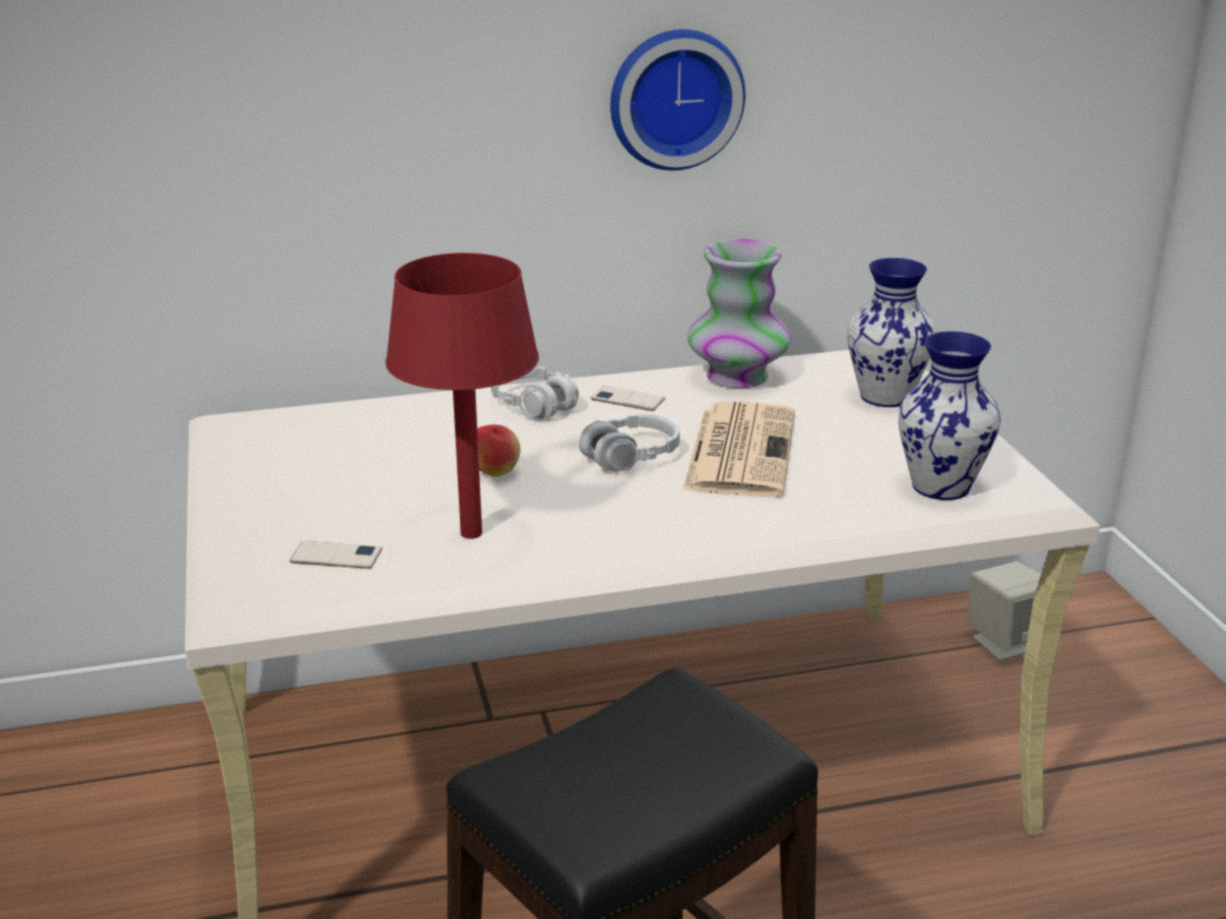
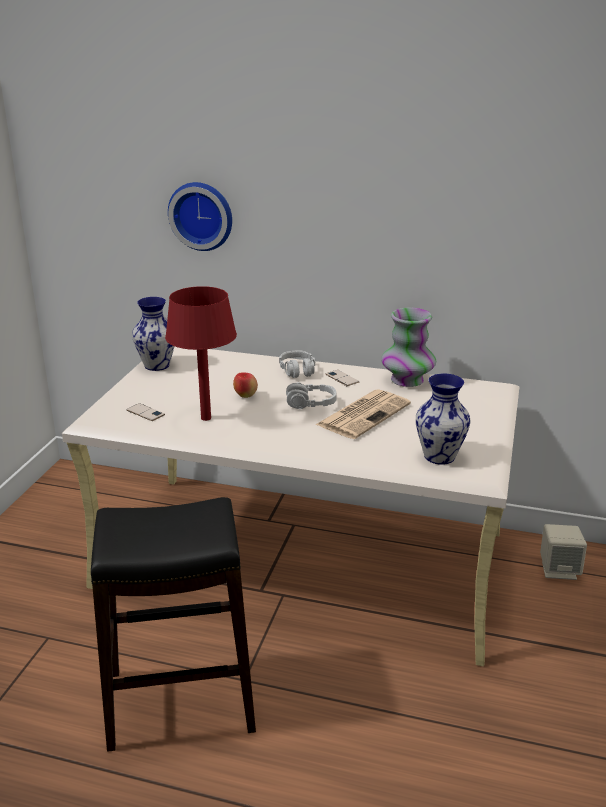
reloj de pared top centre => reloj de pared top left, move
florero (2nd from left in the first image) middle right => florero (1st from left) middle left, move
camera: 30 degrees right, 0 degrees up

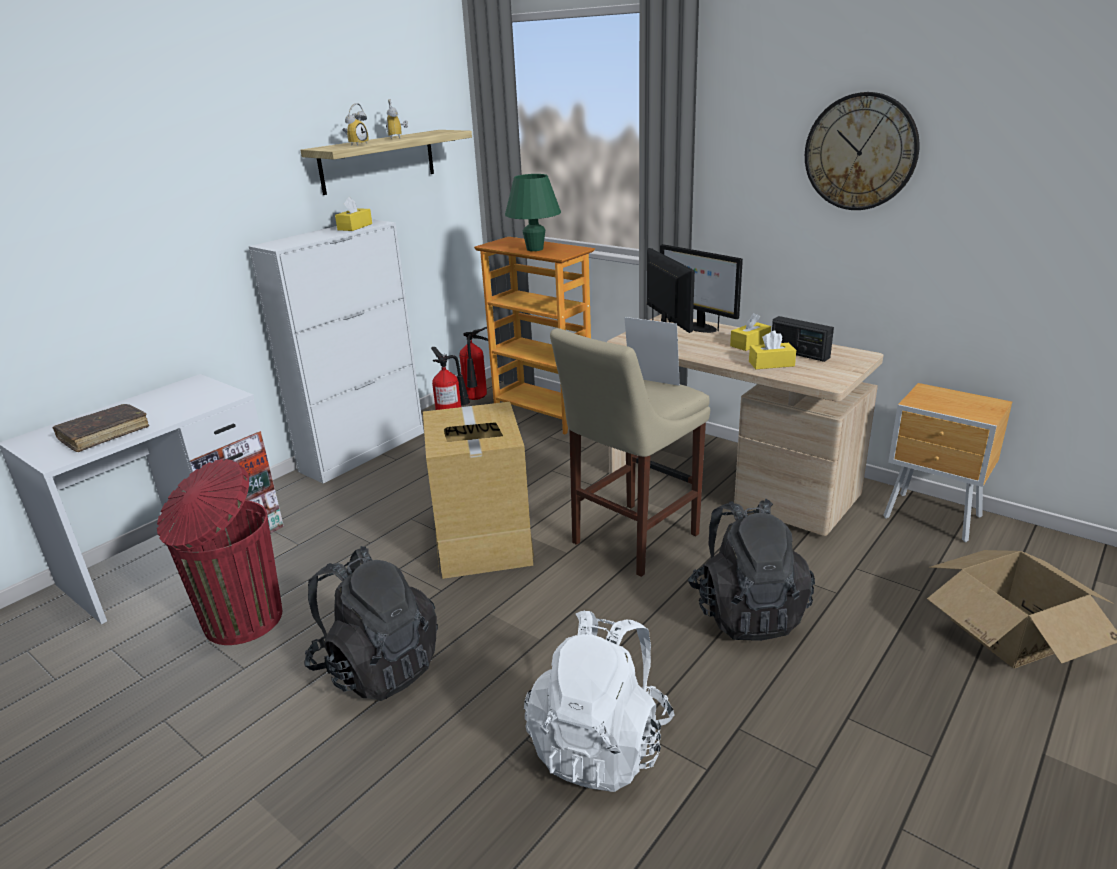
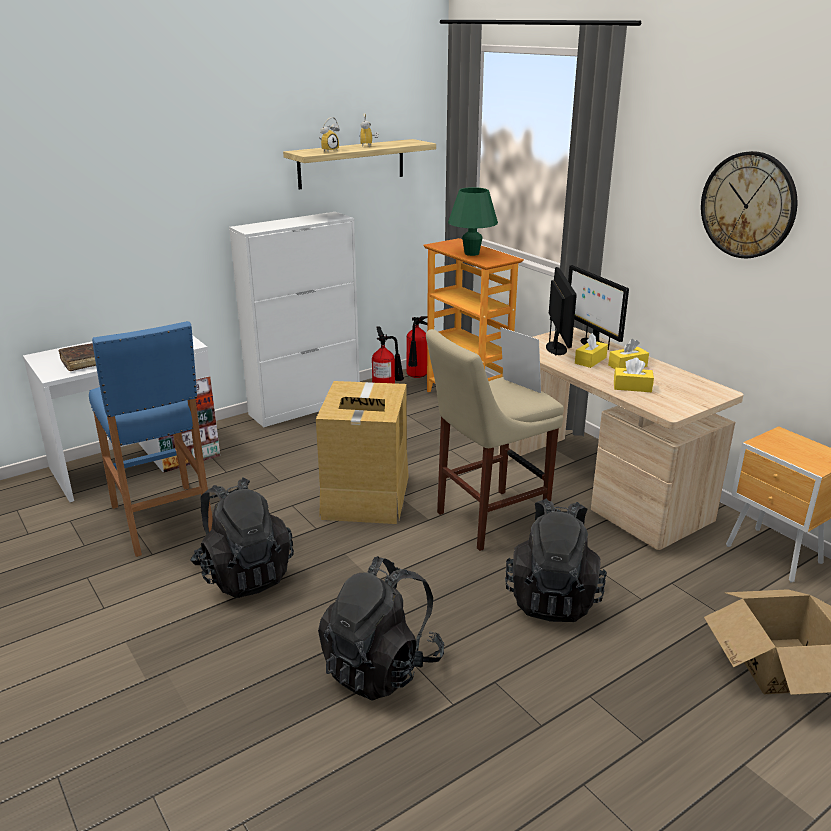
caja de pañuelos (amarillo) (1st from left) top left => caja de pañuelos (amarillo) (1st from left) middle right, move
radio middle right => nothing
papelera (rojo) middle left => taburete (azul) middle left
mochila (blanco) bottom centre => mochila (negro) (2nd from left) bottom centre
camera: 15 degrees right, 0 degrees up

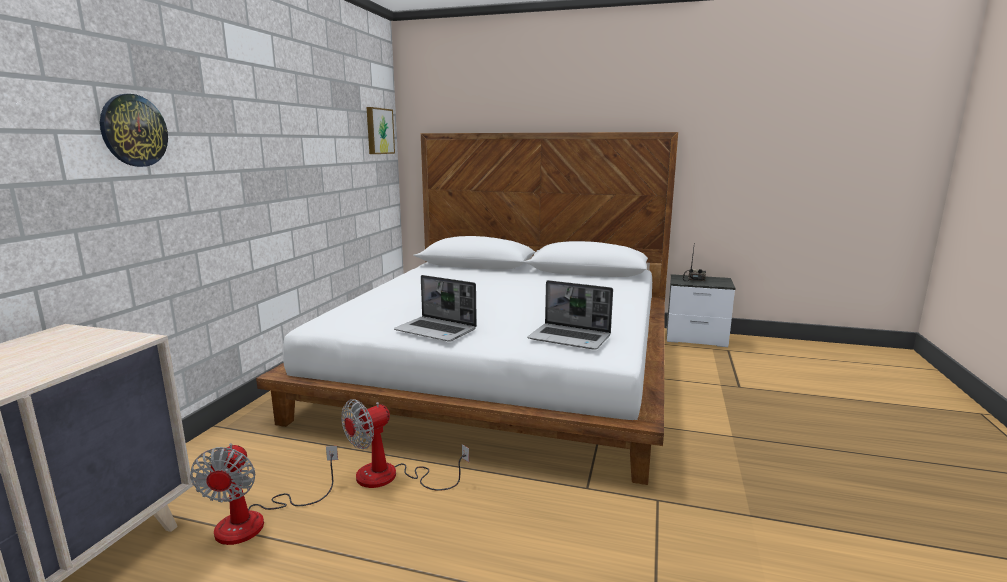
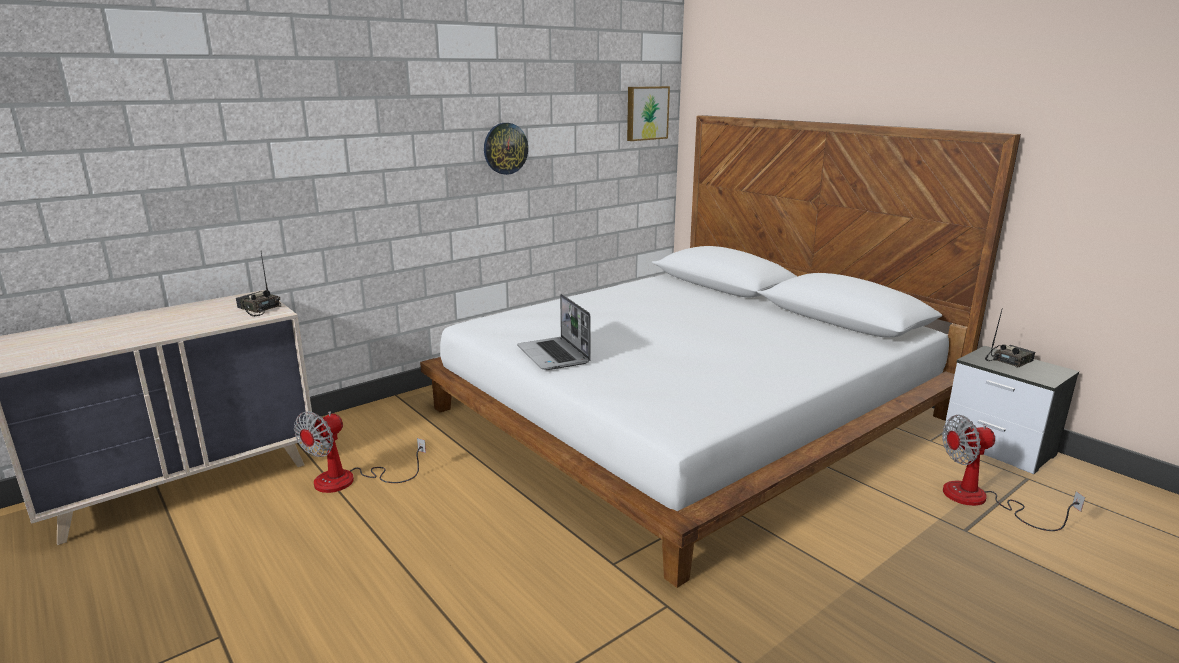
reloj de pared top left => reloj de pared top centre, move
portátil (2nd from left) centre => nothing
ventilador (2nd from left) bottom centre => ventilador (2nd from left) bottom right, move
nothing => radio (1st from left) middle left
camera: 35 degrees right, 5 degrees up

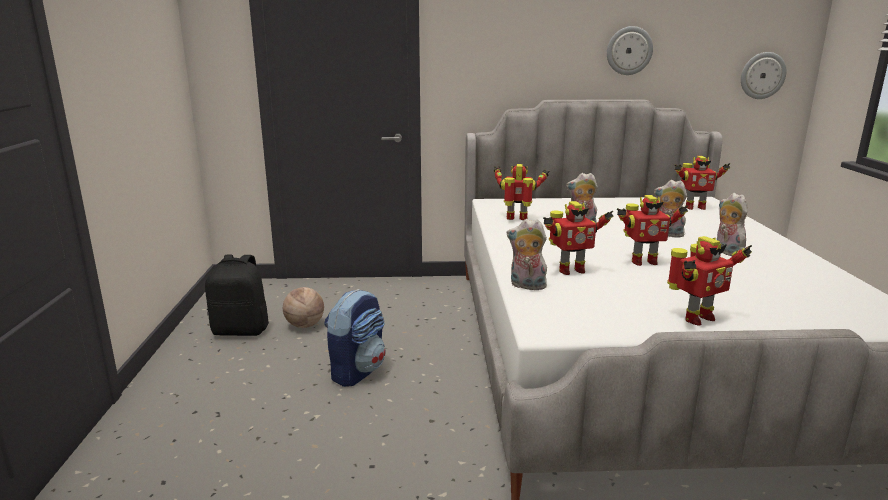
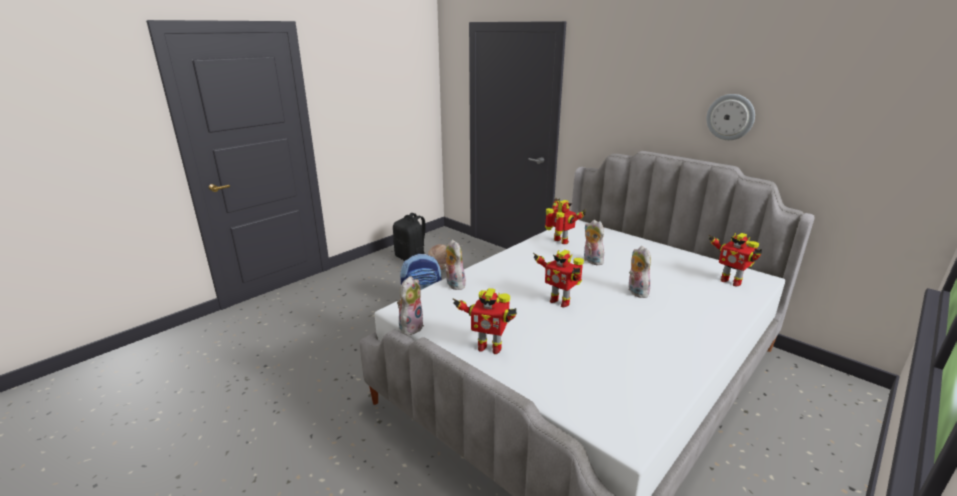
reloj de pared (2nd from left) top right => nothing
peluche (4th from left in the first image) middle right => peluche (1st from left) centre, move
robot de juguete (2nd from left) centre => nothing
camera: 45 degrees right, 5 degrees up

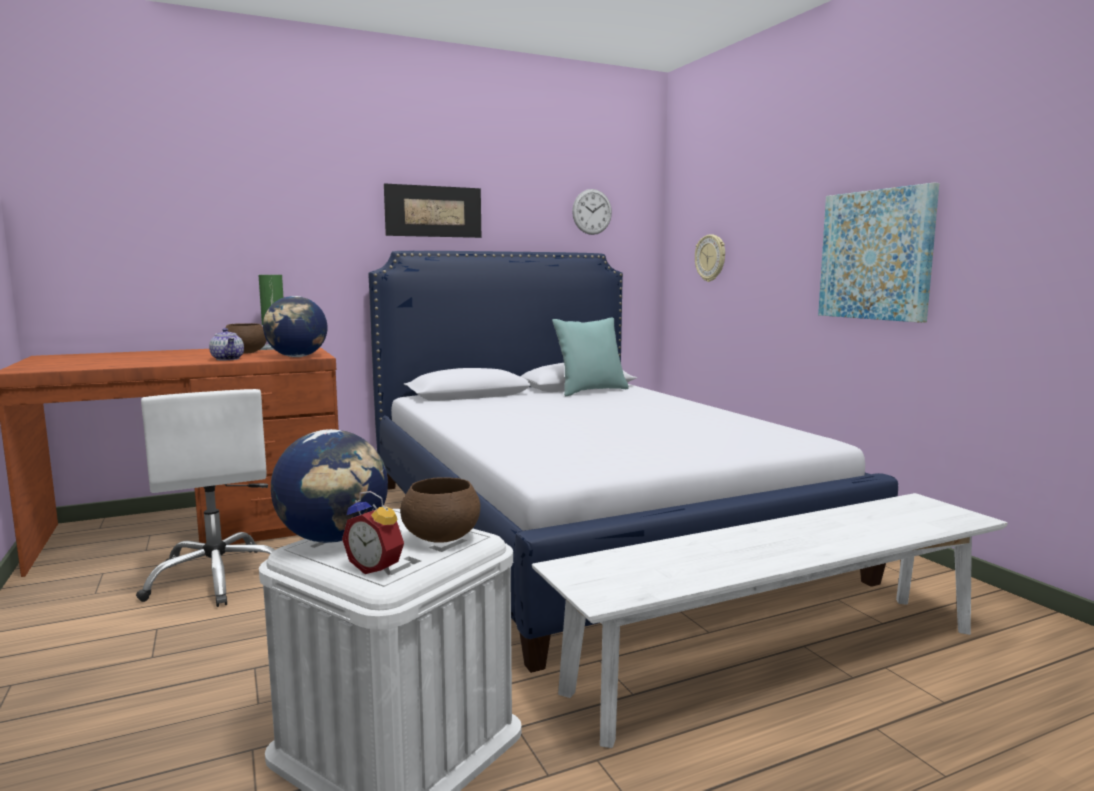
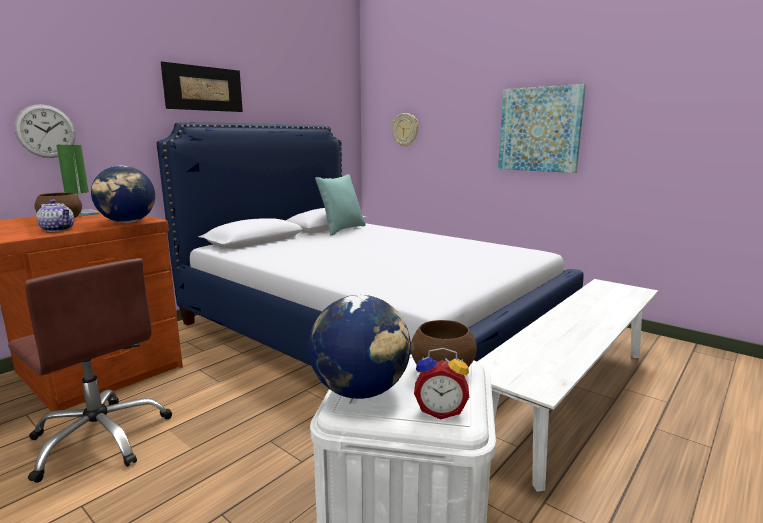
reloj de pared (1st from left) top centre => reloj de pared (1st from left) top left, move
silla de oficina (blanco) middle left => silla de oficina (marrón) bottom left
camera: 25 degrees left, 5 degrees up

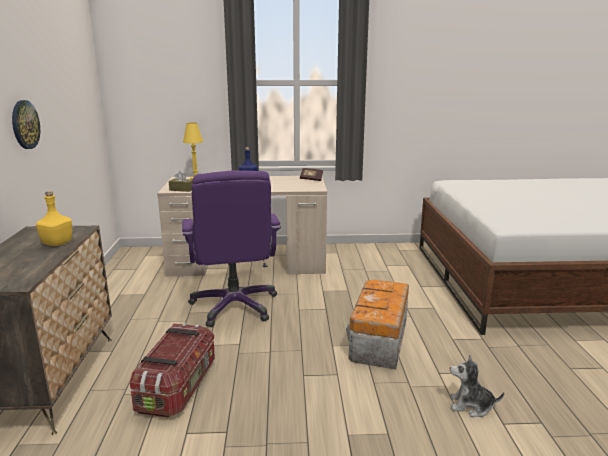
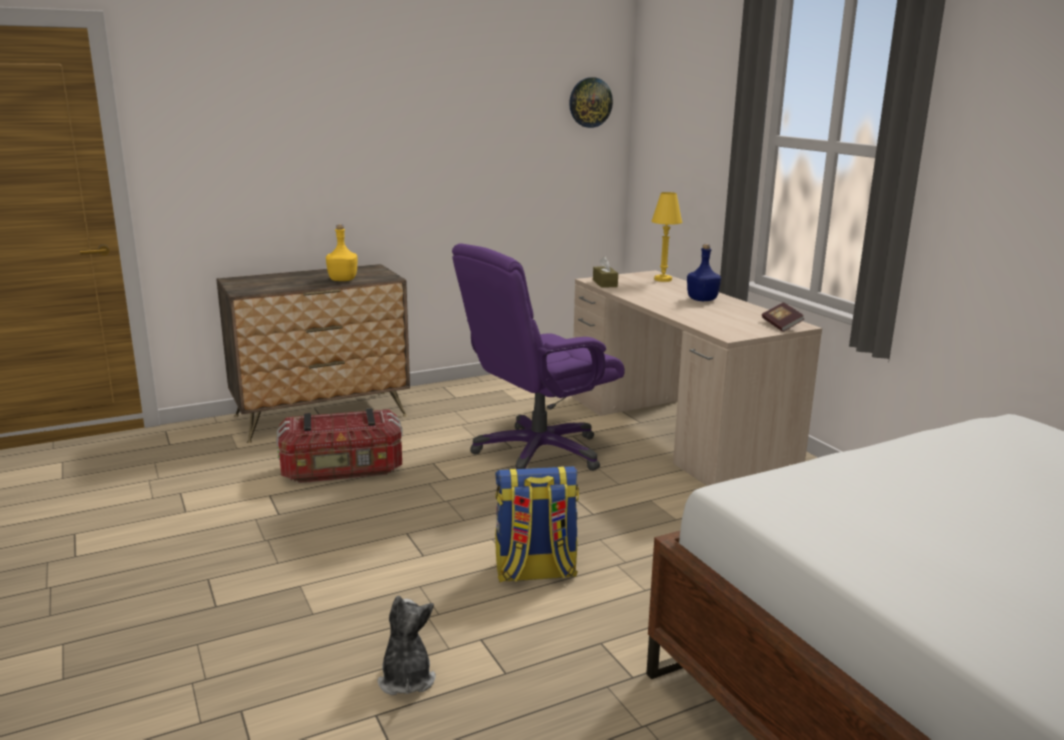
reloj de pared top left => reloj de pared top centre, move
caja de almacenaje (2nd from left) bottom centre => mochila bottom centre
camera: 65 degrees right, 0 degrees up

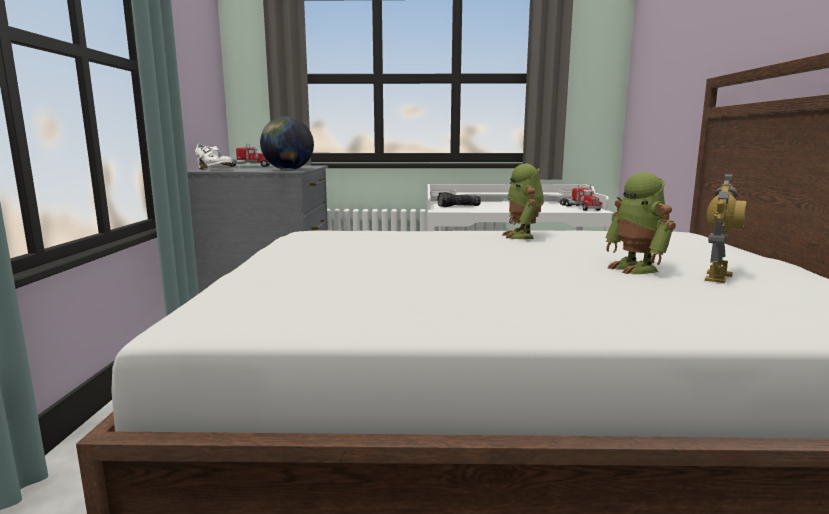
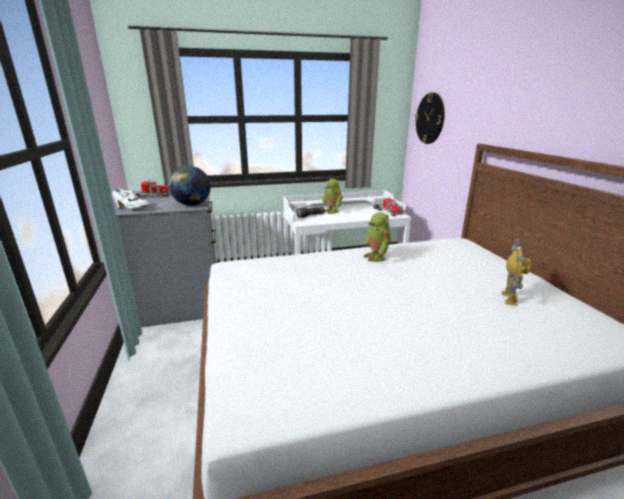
robot de juguete (2nd from left in the first image) middle right => robot de juguete (1st from left) centre, move
nothing => reloj de pared top right
camera: 15 degrees left, 10 degrees up

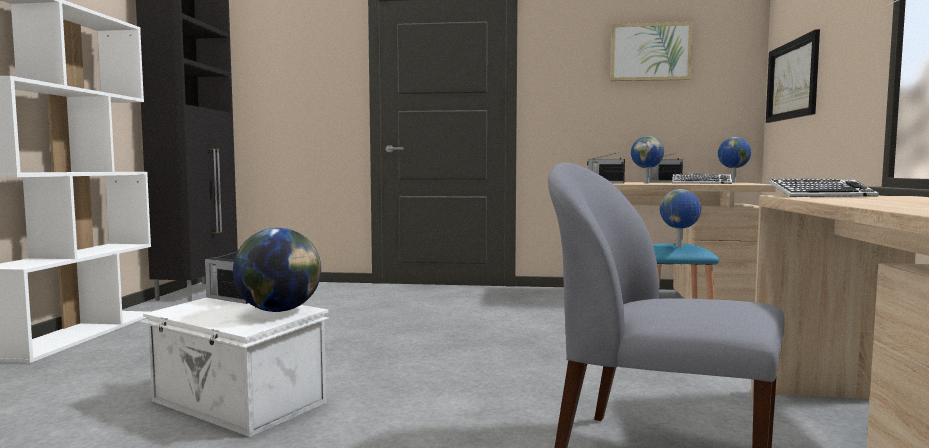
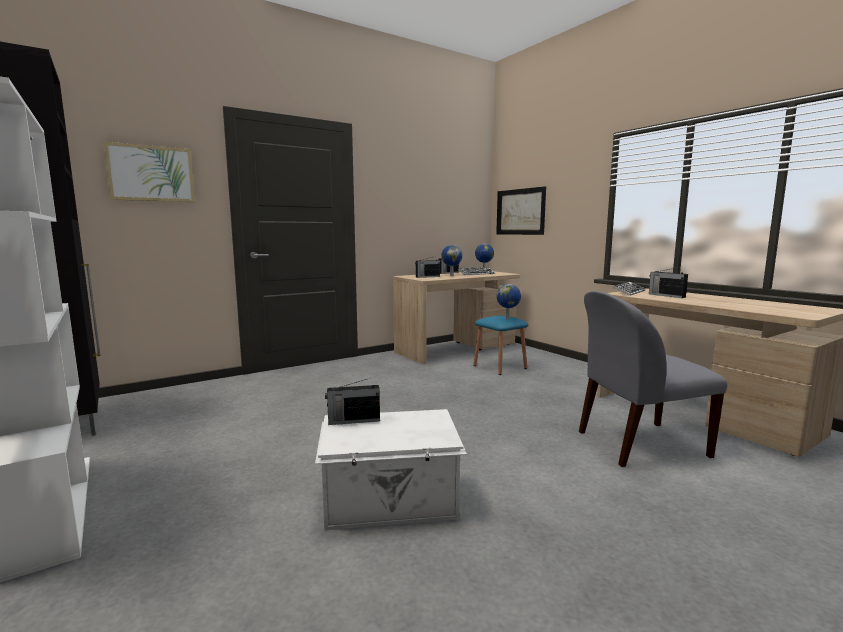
cuadro (1st from left) top right => cuadro (1st from left) top left, move
globo terráqueo (1st from left) middle left => nothing
nothing => radio (4th from left) middle right
camera: 40 degrees left, 5 degrees up

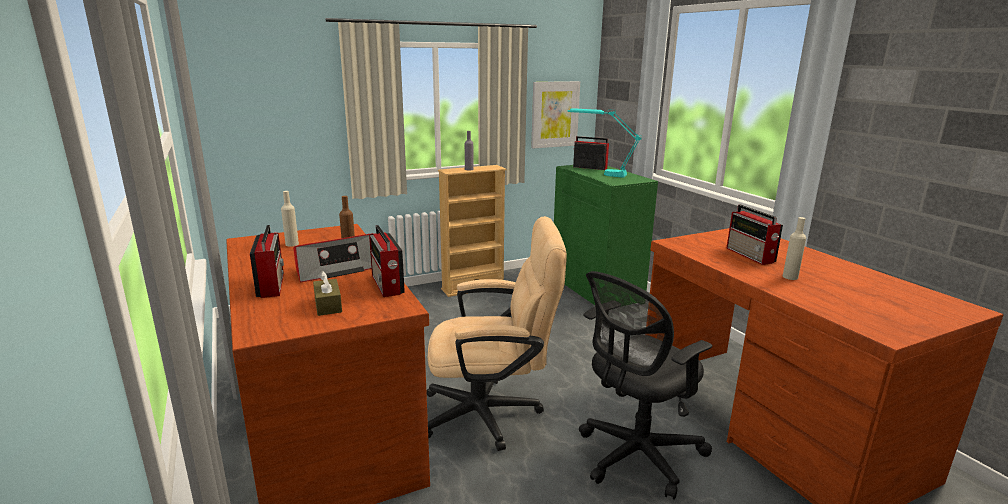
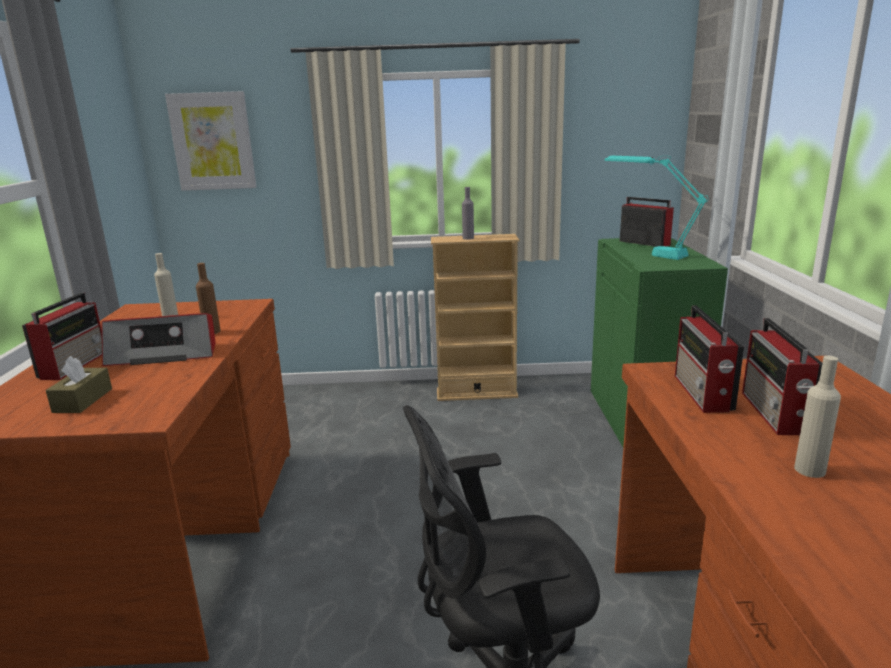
cuadro top centre => cuadro top left, move
silla de oficina (beis) centre => nothing
radio (3rd from left in the first image) centre => radio (4th from left) middle right, move
camera: 25 degrees right, 0 degrees up

